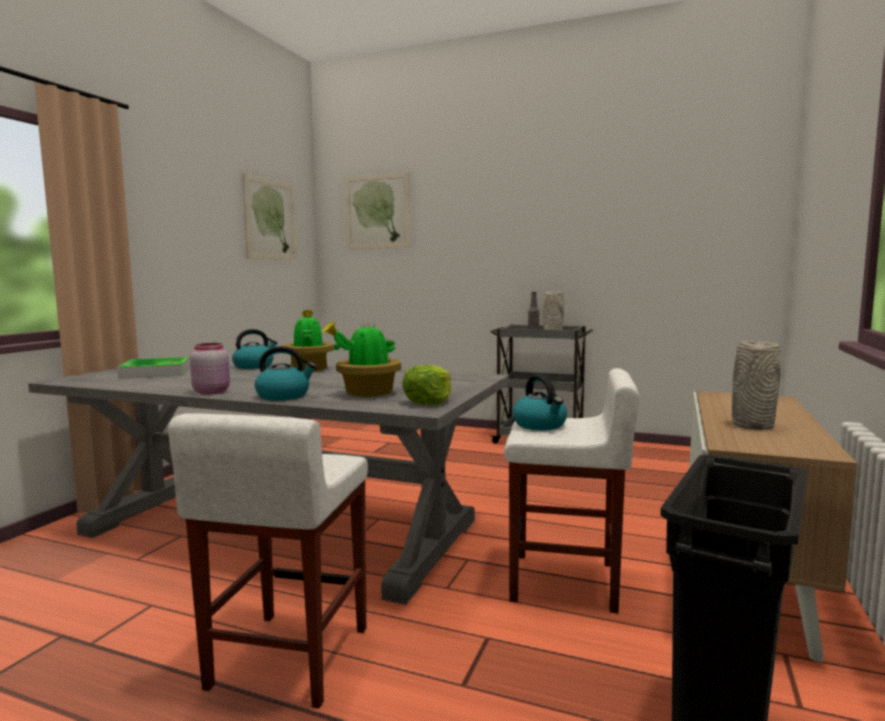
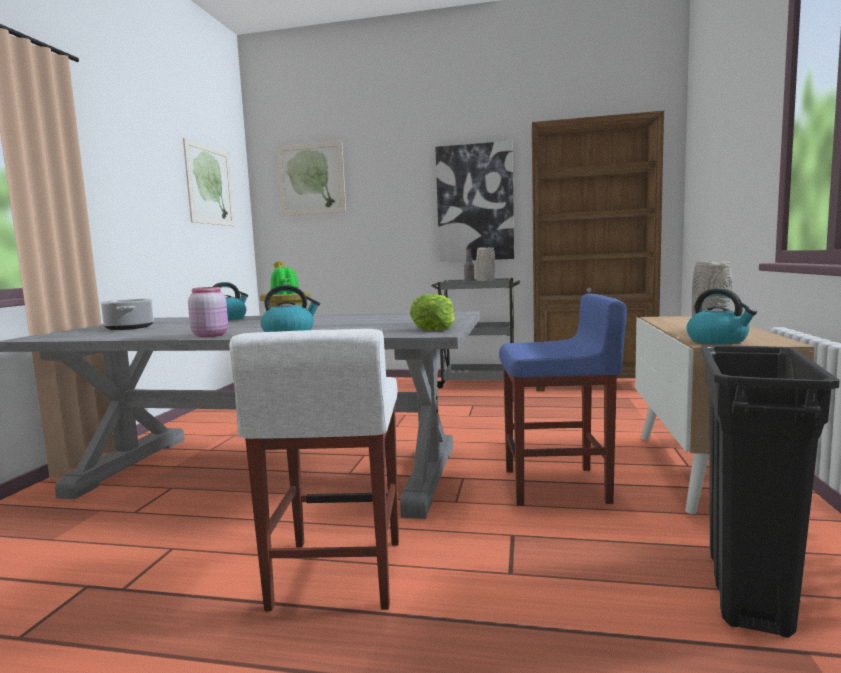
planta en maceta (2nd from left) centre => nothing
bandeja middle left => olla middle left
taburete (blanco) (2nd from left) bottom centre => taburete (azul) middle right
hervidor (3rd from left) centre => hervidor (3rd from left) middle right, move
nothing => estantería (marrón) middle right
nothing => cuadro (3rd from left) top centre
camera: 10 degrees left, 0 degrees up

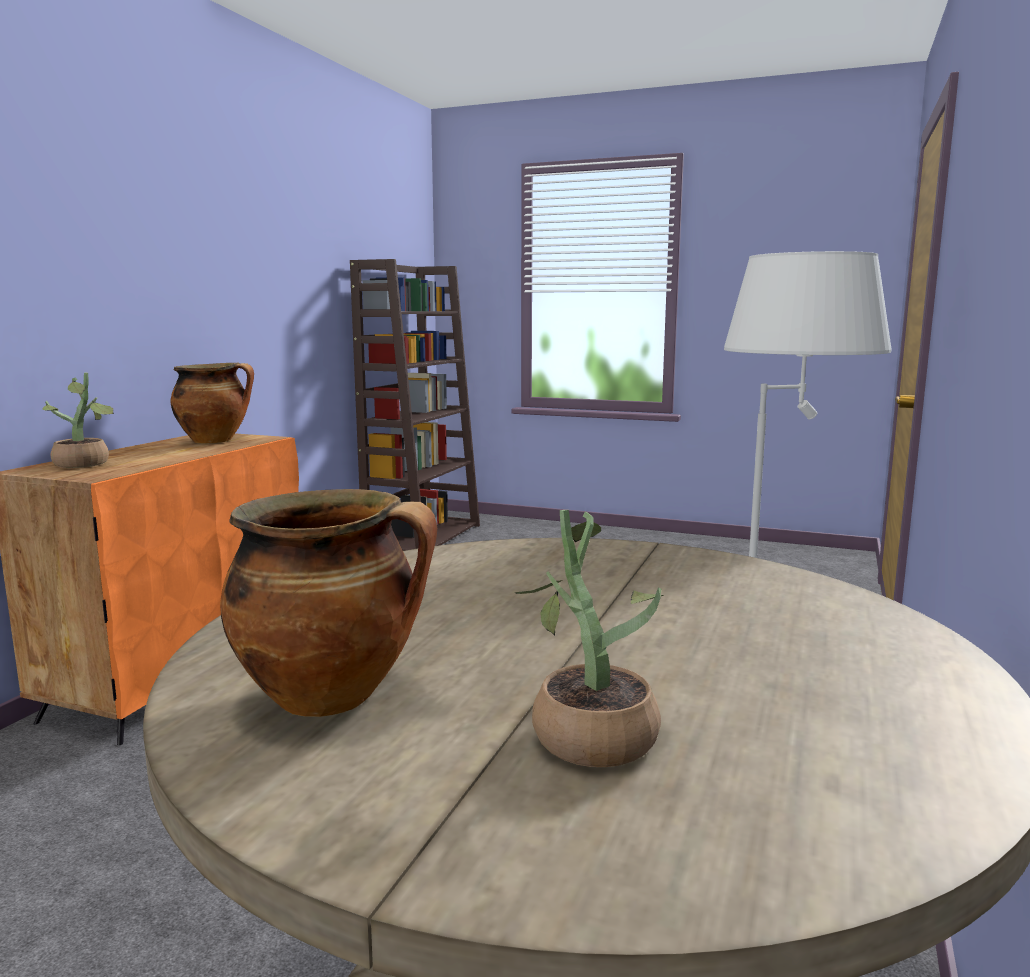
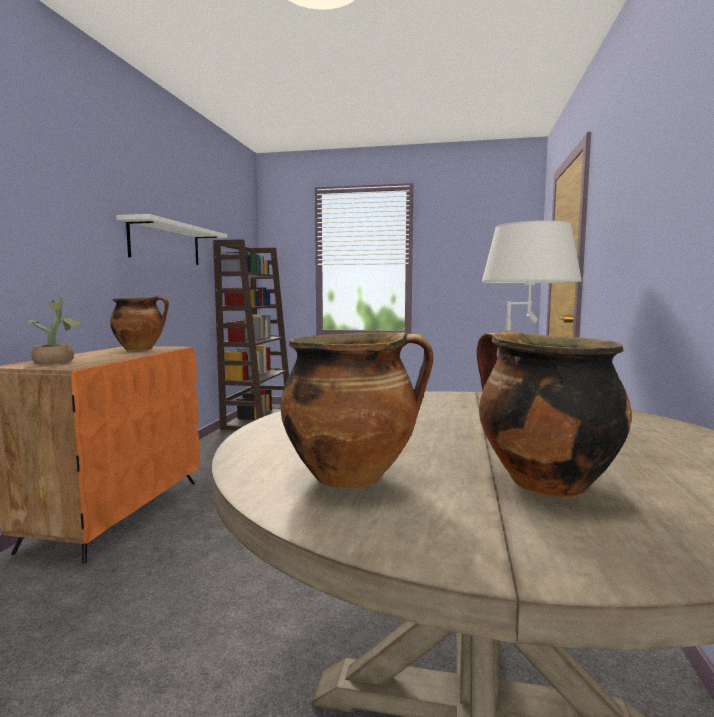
planta en maceta (2nd from left) centre => olla (3rd from left) middle right
nothing => estante (blanco) middle left
camera: 10 degrees left, 5 degrees down

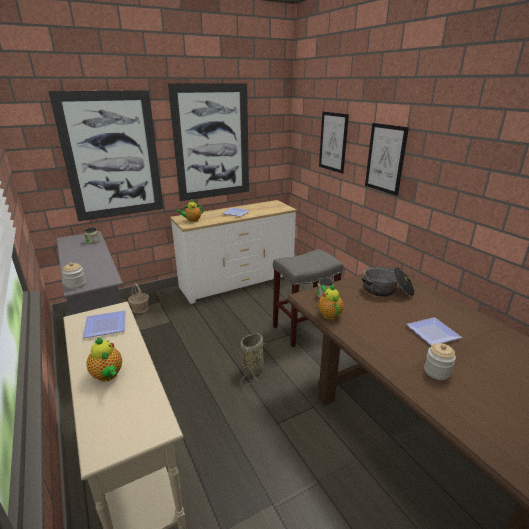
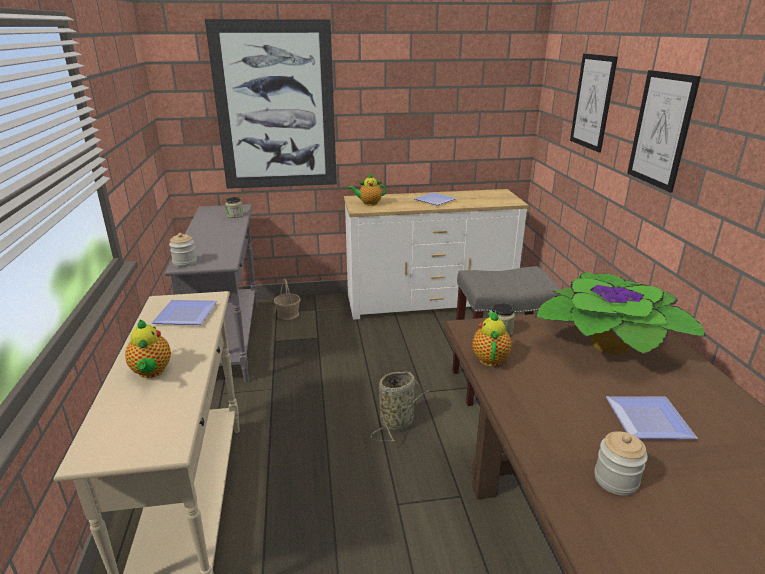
cuadro (2nd from left) top centre => nothing
olla middle right => planta en maceta middle right
camera: 20 degrees right, 0 degrees up

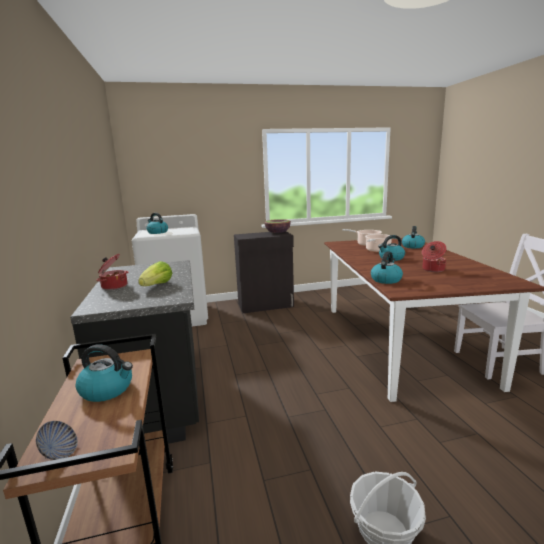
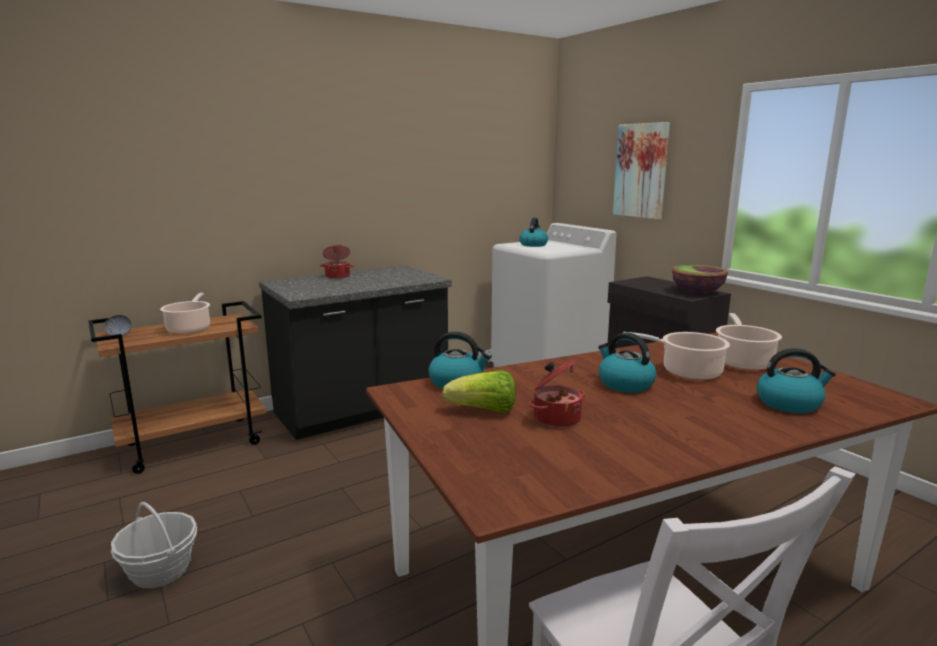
lechuga middle left => lechuga centre, move
hervidor (1st from left) bottom left => olla (1st from left) middle left
nothing => cuadro top right
camera: 70 degrees right, 0 degrees up

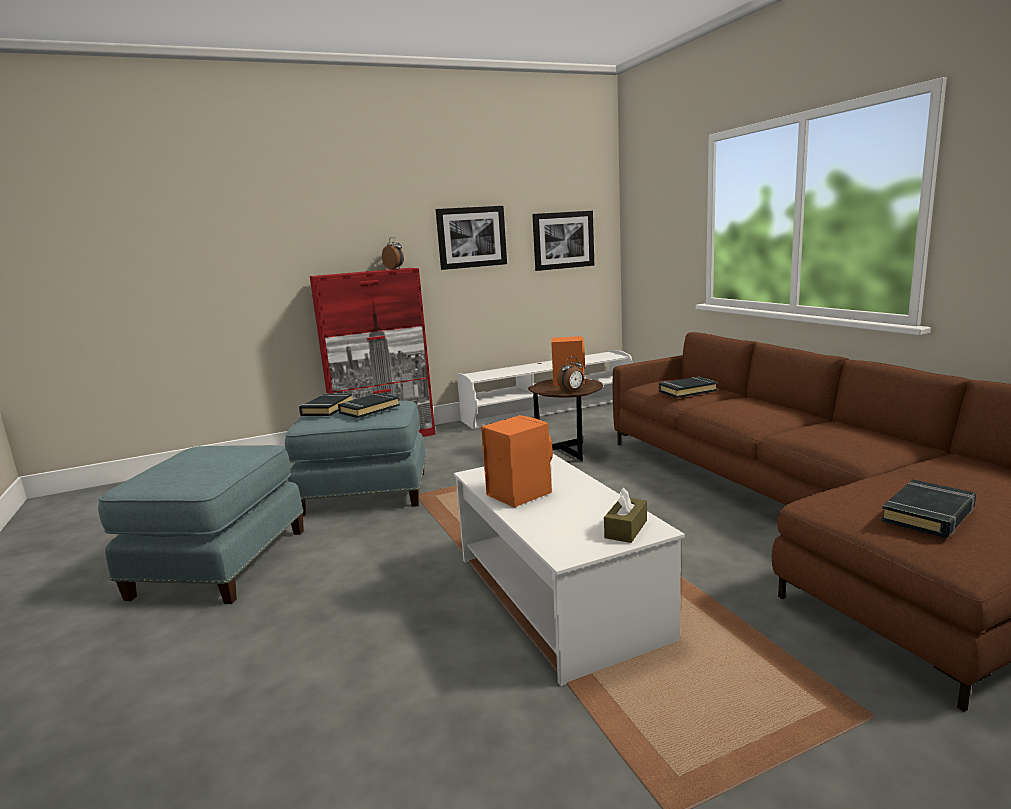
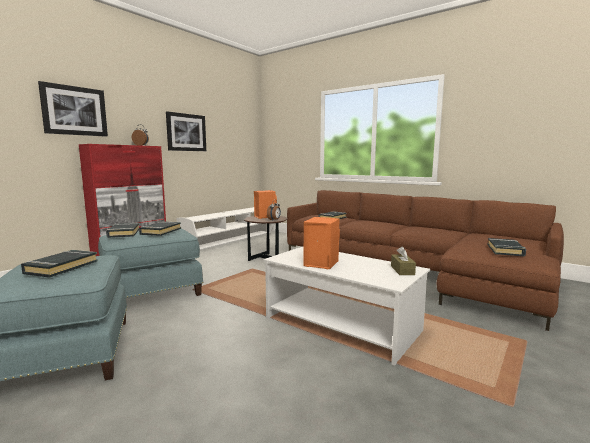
cuadro (2nd from left in the first image) top centre => cuadro (1st from left) top left, move
nothing => libro (negro) (1st from left) middle left
camera: 30 degrees left, 5 degrees down

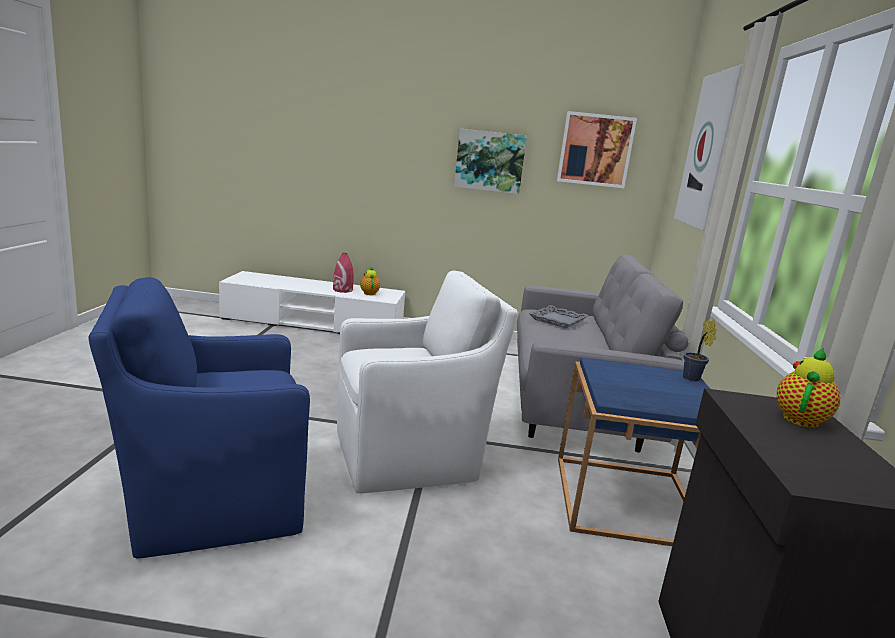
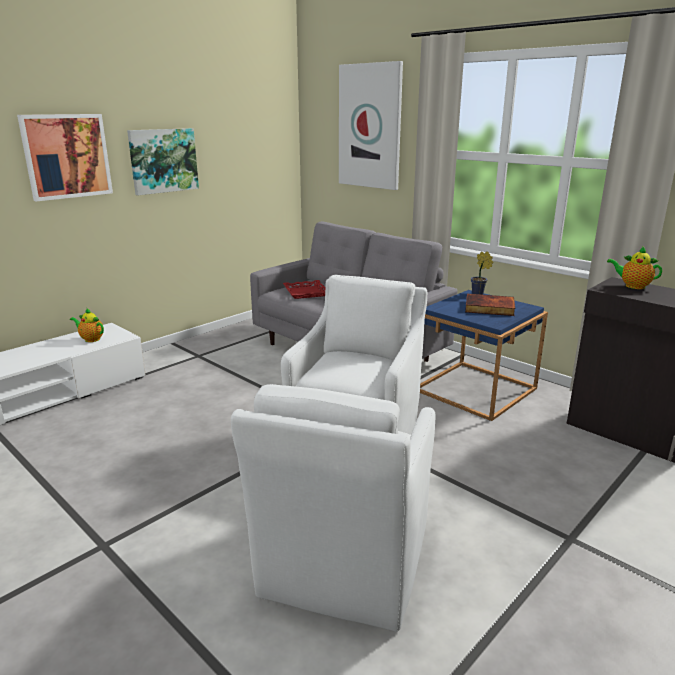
cuadro (2nd from left in the first image) top right => cuadro (1st from left) top left, move
florero (rojo) centre => nothing
sillón (azul) middle left => sillón (blanco) (1st from left) bottom centre
bandeja (gris) centre => bandeja (rojo) centre
tetera (2nd from left) middle right, 45 degrees counterclockwise
nothing => libro middle right
camera: 50 degrees left, 5 degrees up

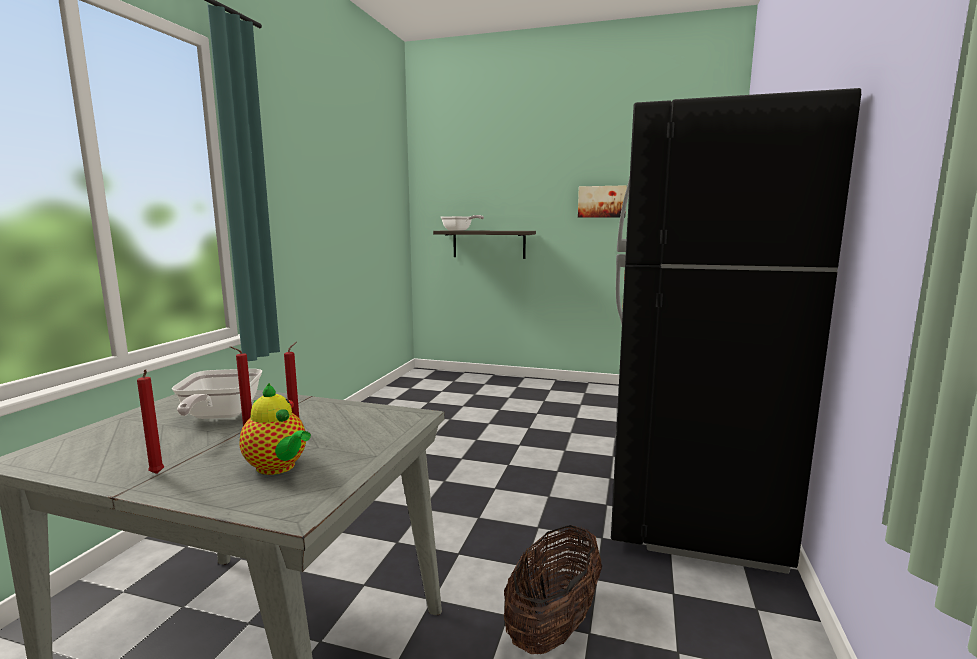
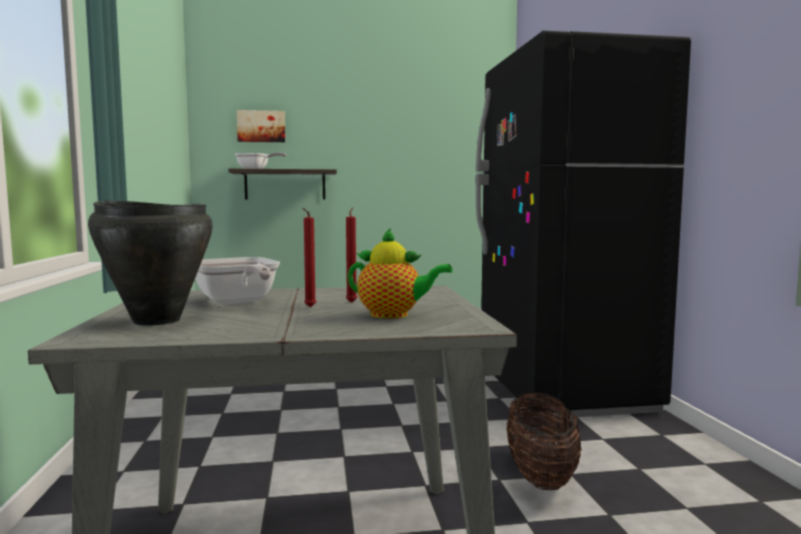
cuadro top centre => cuadro top left, move
vela (rojo) (1st from left) middle left => nothing
nothing => olla (negro) middle left
camera: 25 degrees left, 5 degrees down

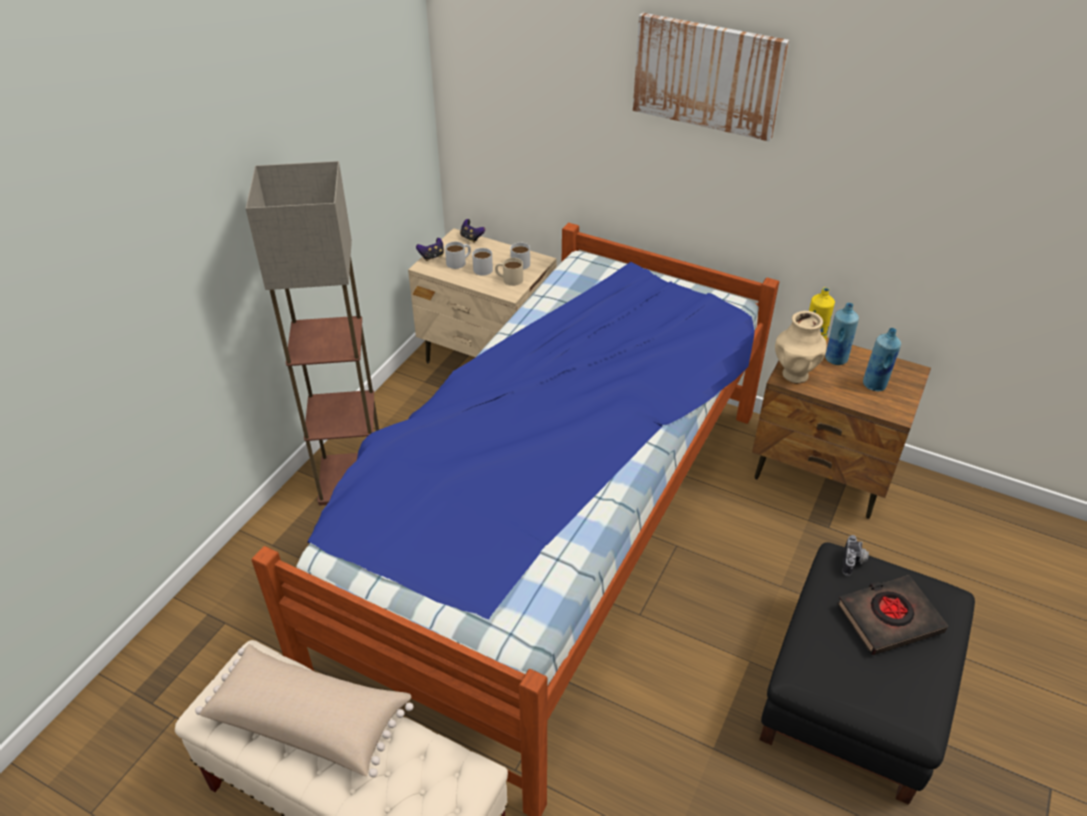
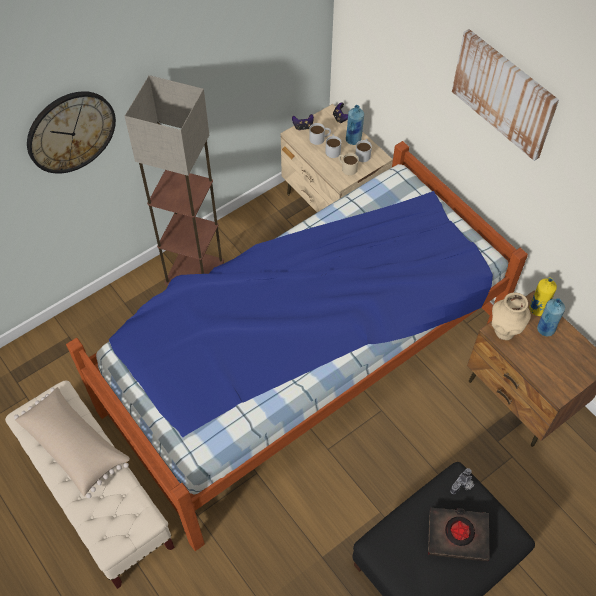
botella (azul) (2nd from left in the first image) middle right => botella (azul) (1st from left) top centre, move
nothing => reloj de pared top left
camera: 25 degrees right, 15 degrees up

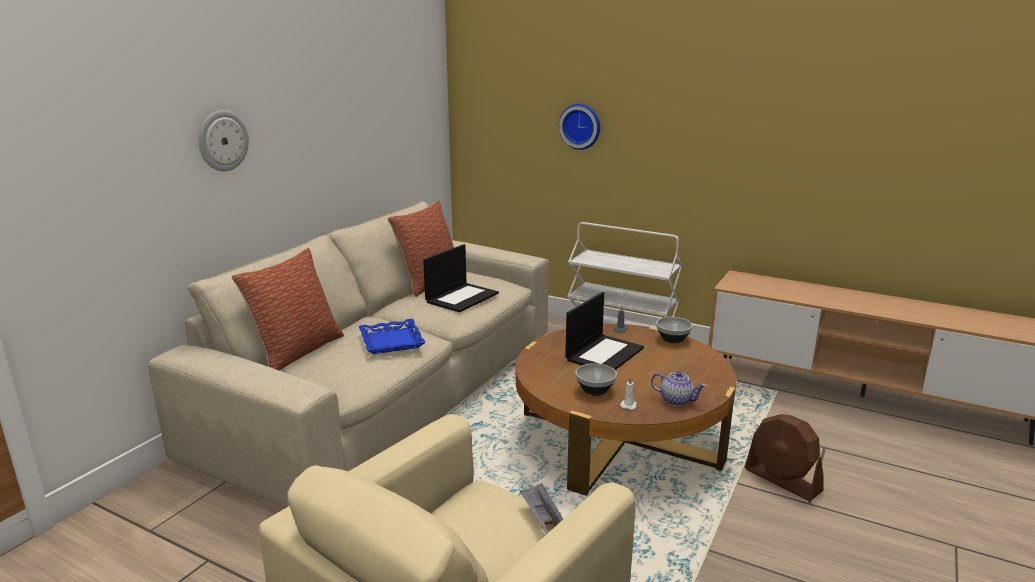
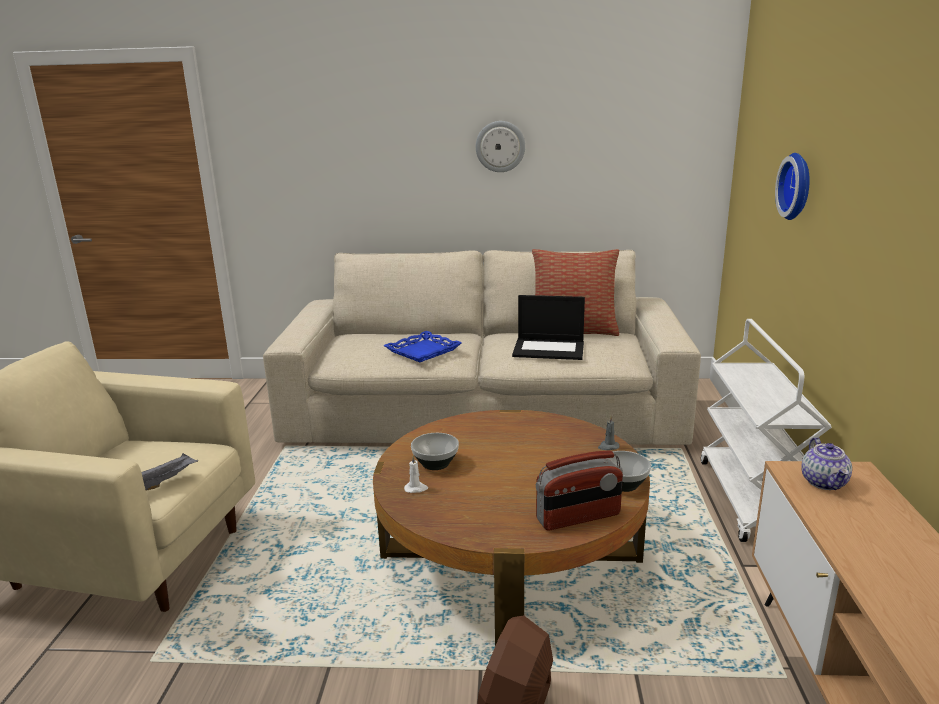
reloj de pared (1st from left) top left => reloj de pared (1st from left) top centre, move
cojín (1st from left) middle left => nothing
portátil (2nd from left) centre => nothing
tetera bottom centre => tetera middle right, move
nothing => radio bottom centre
camera: 65 degrees right, 0 degrees up

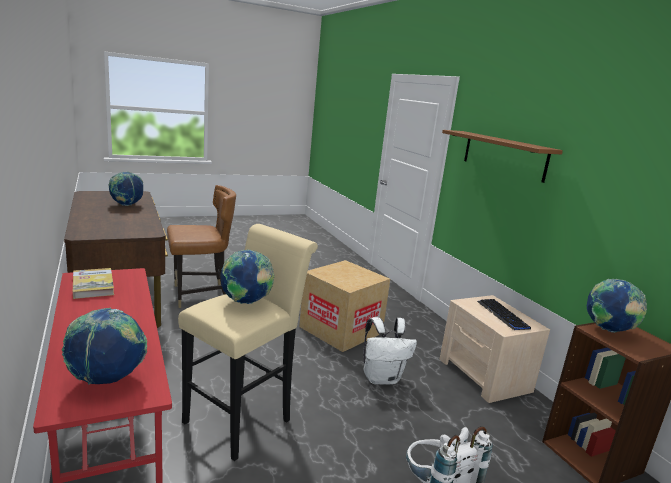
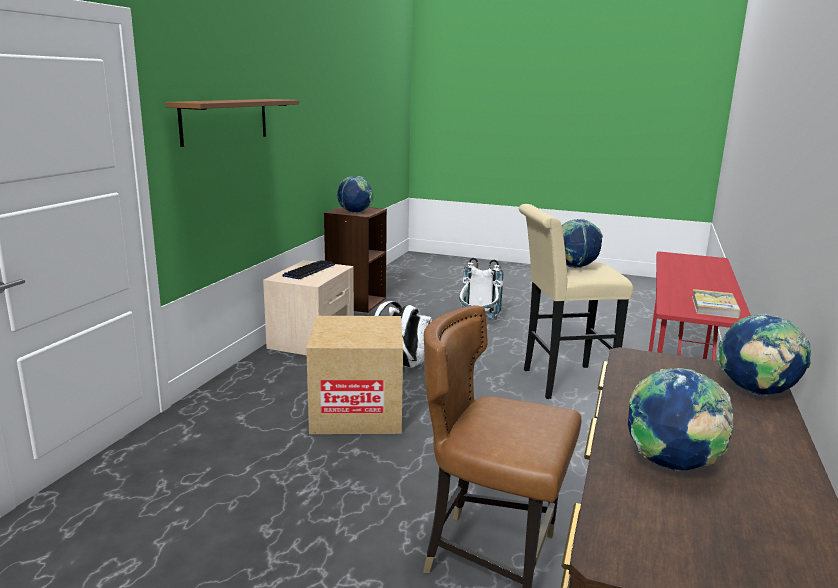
globo terráqueo (1st from left in the first image) bottom left => globo terráqueo (4th from left) middle right, move
camera: 135 degrees left, 0 degrees up

